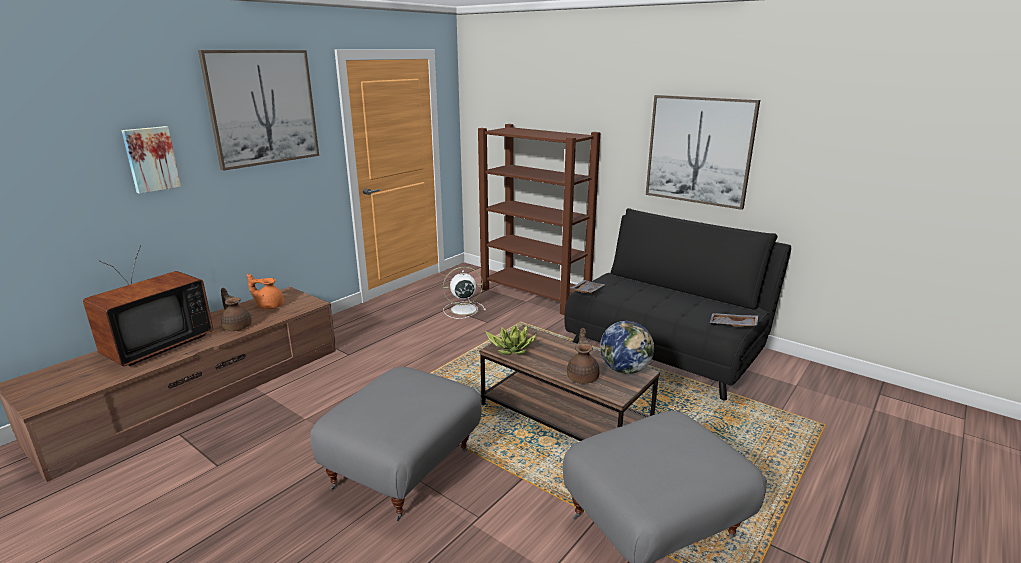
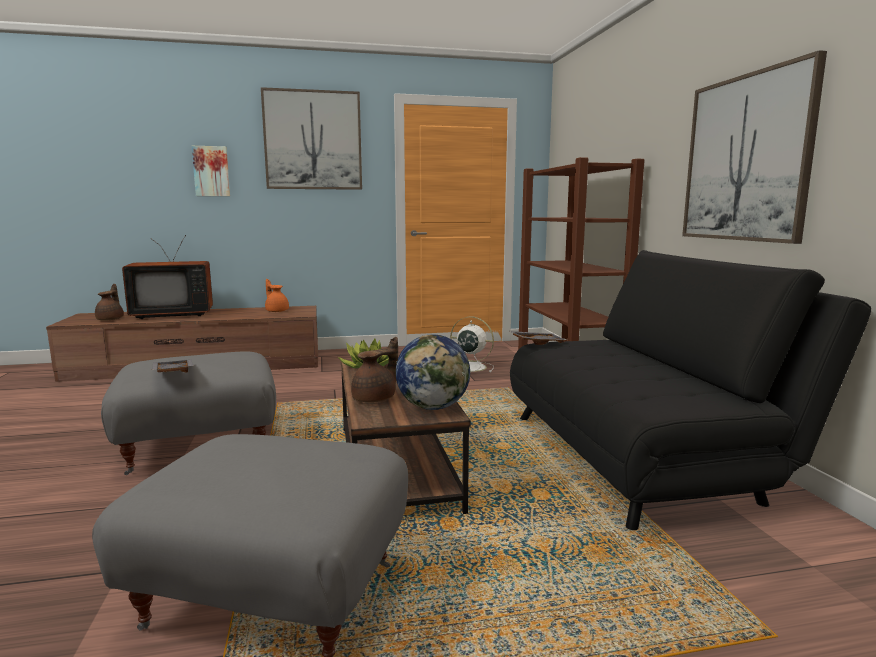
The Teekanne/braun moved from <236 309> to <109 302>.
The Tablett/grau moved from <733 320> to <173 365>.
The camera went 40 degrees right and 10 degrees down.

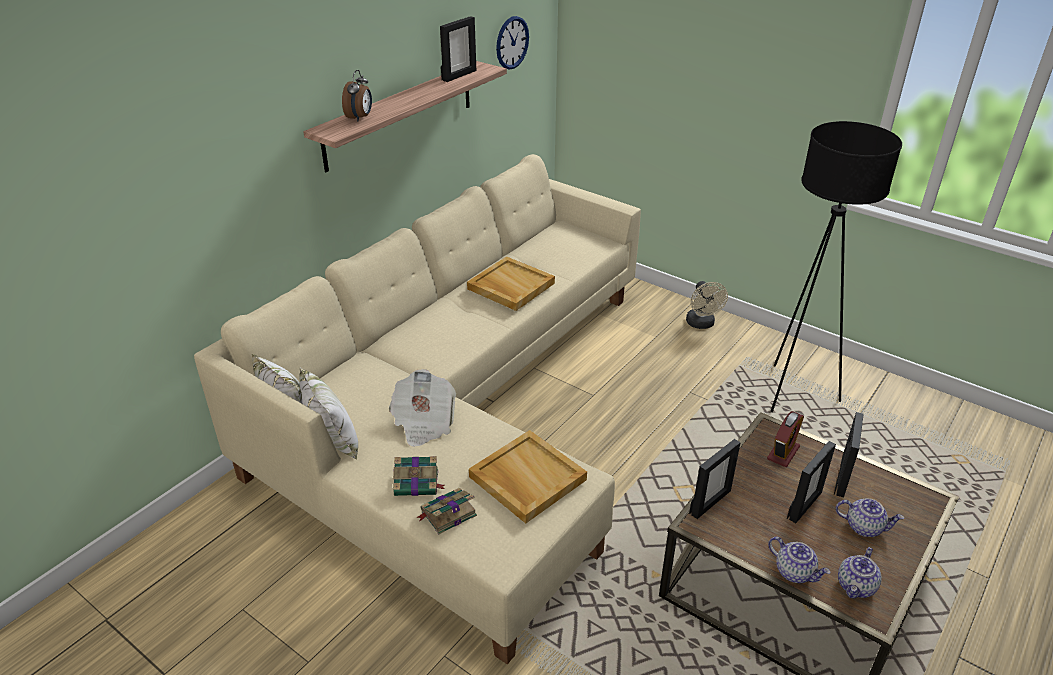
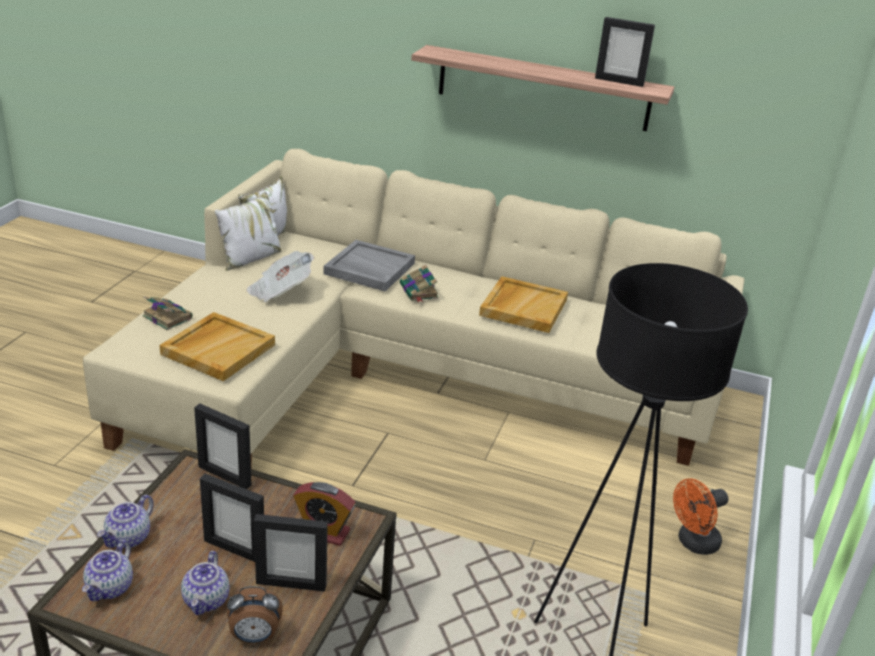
The Wecker moved from <357 96> to <255 614>.
The Buch moved from <419 476> to <419 283>.
The Wanduhr at <512 43> disappeared.
The Ventilator/beige at <707 305> became the Ventilator/orange at <701 516>.
The Teekanne at <860 572> turned 90 degrees counterclockwise.
The Tablett/grau at <369 265> appeared.
The camera went 70 degrees right and 5 degrees down.

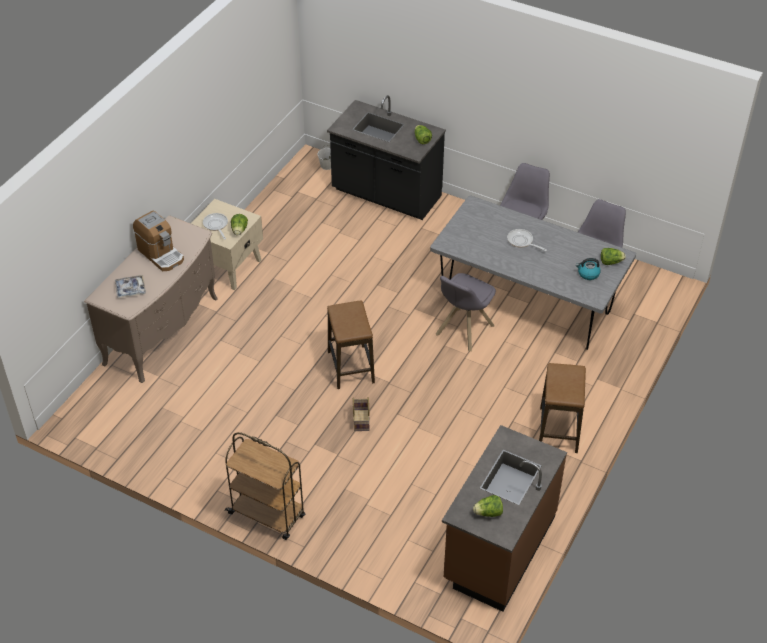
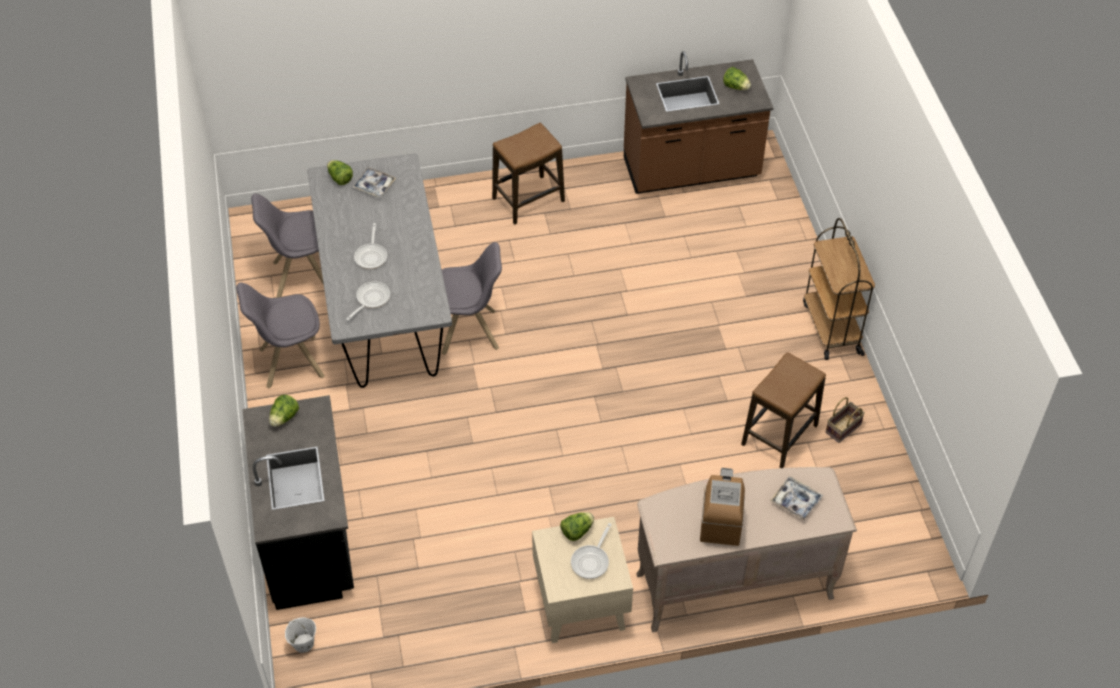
The Hocker moved from <351 344> to <783 410>.
The Korb moved from <361 414> to <845 420>.
The Wasserkessel at <588 269> was replaced by the Tablett at <374 182>.
The Pfanne at <368 301> appeared.
The camera went 130 degrees left and 5 degrees up.

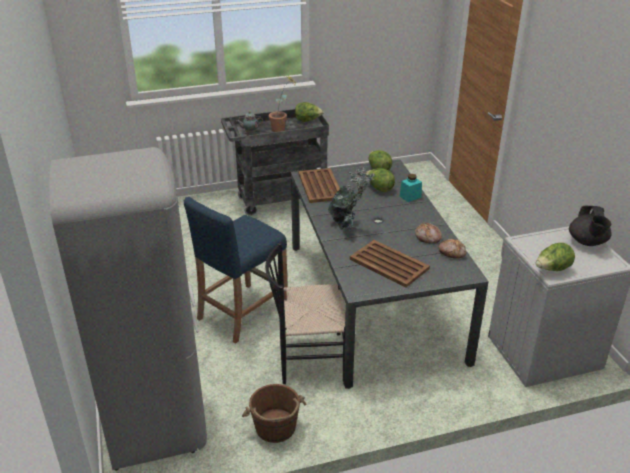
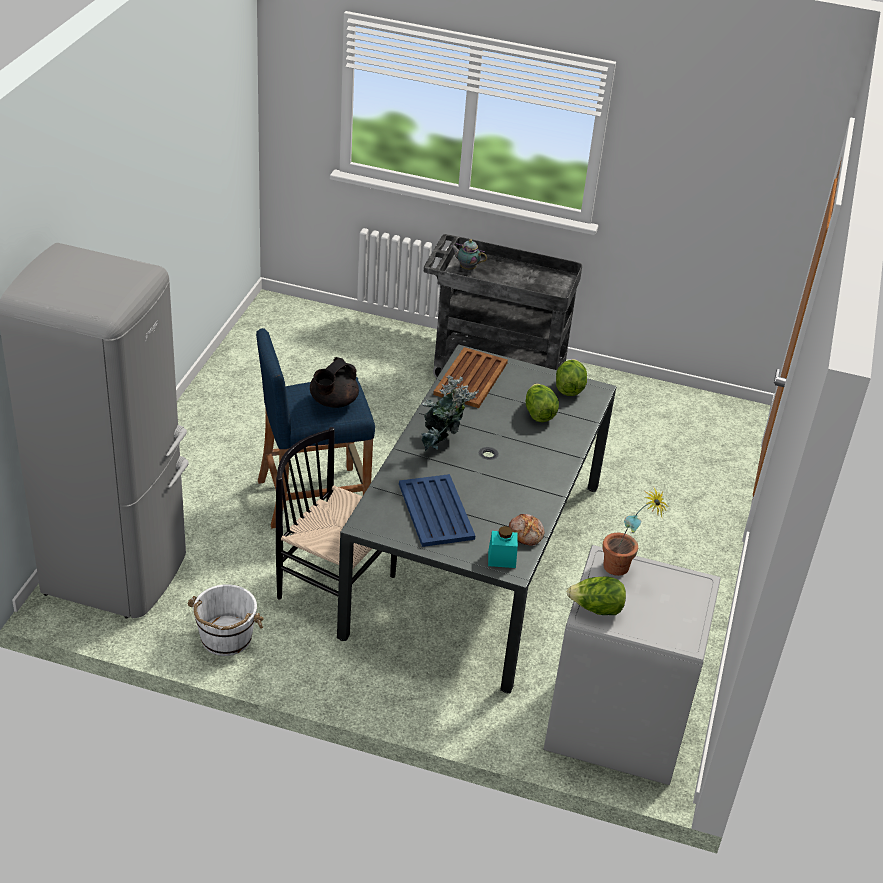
The Eimer/braun at <274 413> became the Eimer/weiß at <226 620>.
The Topfpflanze moved from <282 104> to <635 532>.
The Salatkopf at <309 112> disappeared.
The Tablett/braun at <390 263> became the Tablett/blau at <437 510>.
The Vorratsglas/türkis moved from <411 188> to <503 547>.
The Brot at <428 233> disappeared.
The Teekanne/schwarz moved from <590 226> to <334 382>.
The camera went 30 degrees right and 5 degrees up.

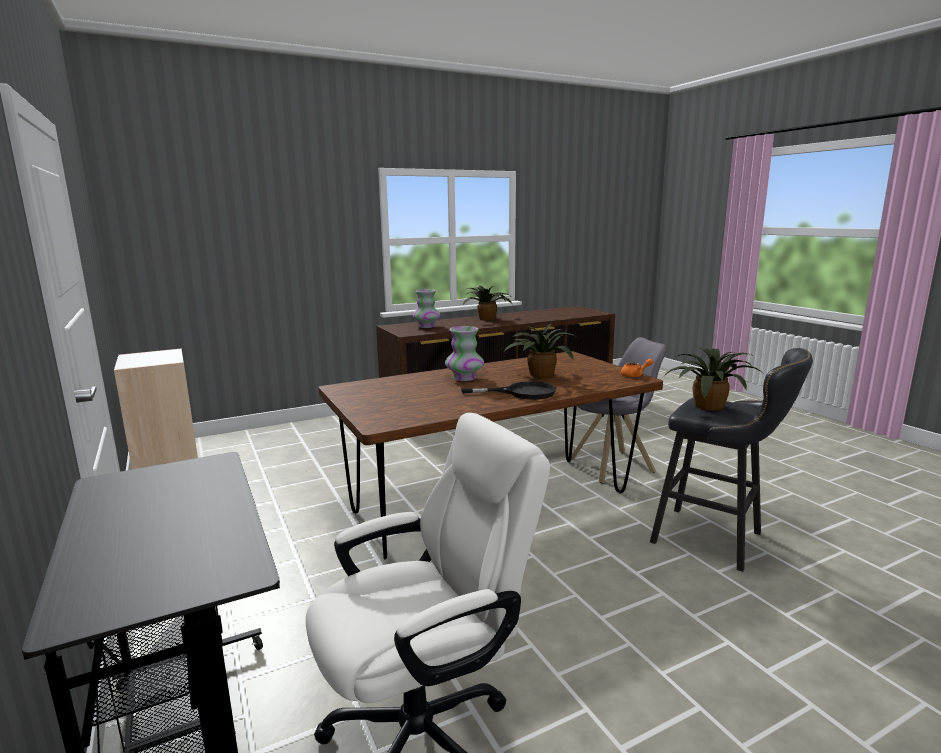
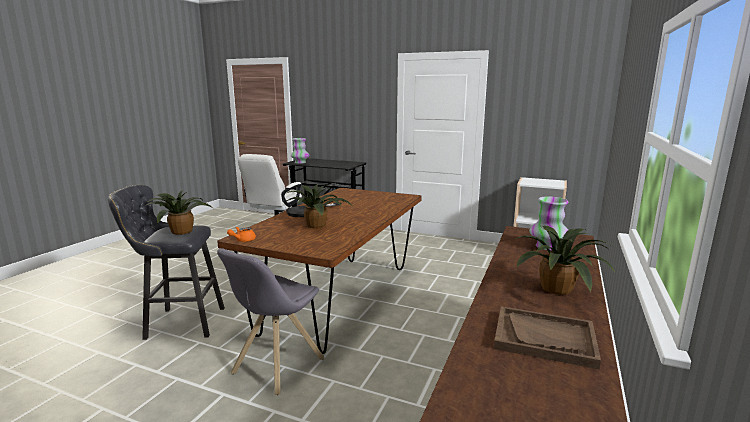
The Vase moved from <464 353> to <300 151>.
The Tablett/braun at <547 337> appeared.
The camera went 140 degrees right and 0 degrees up.

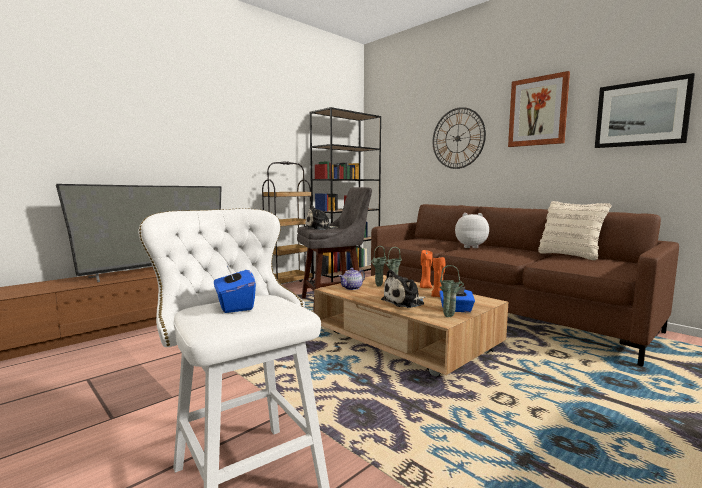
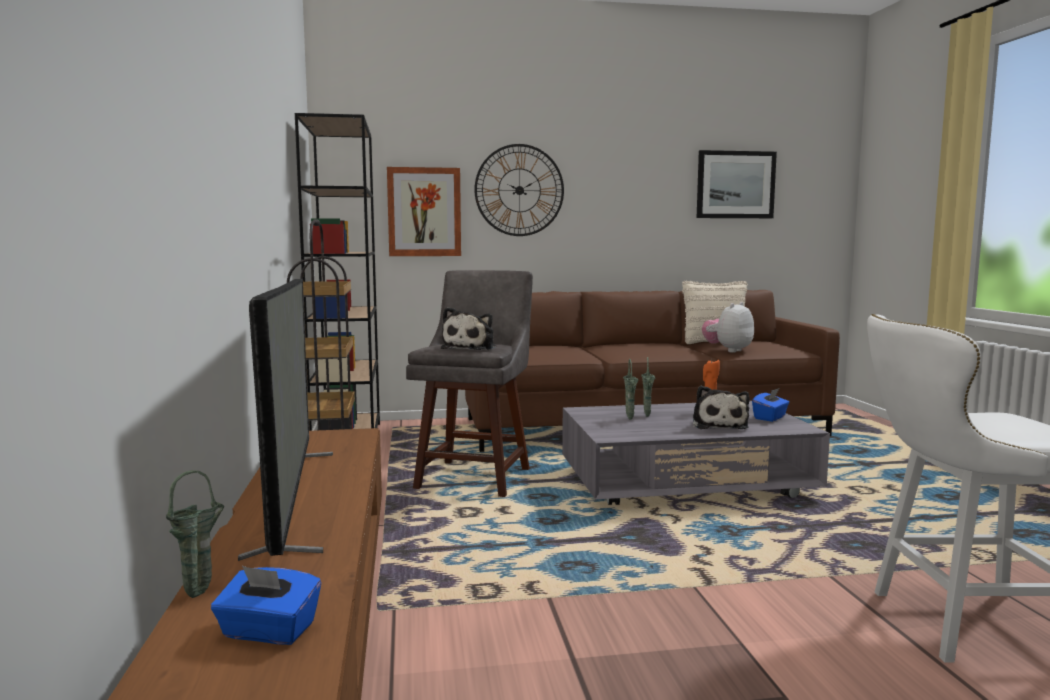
The Taschentuchbox/blau moved from <235 288> to <266 605>.
The Couchtisch/braun at <411 326> became the Couchtisch/grau at <696 453>.
The Teekanne at <352 279> disappeared.
The Kerze/orange at <426 269> disappeared.
The Vase/grün moved from <452 291> to <195 534>.
The Plüschtier moved from <472 230> to <728 327>.
The Bild moved from <539 109> to <424 211>.
The camera went 55 degrees left and 0 degrees up.

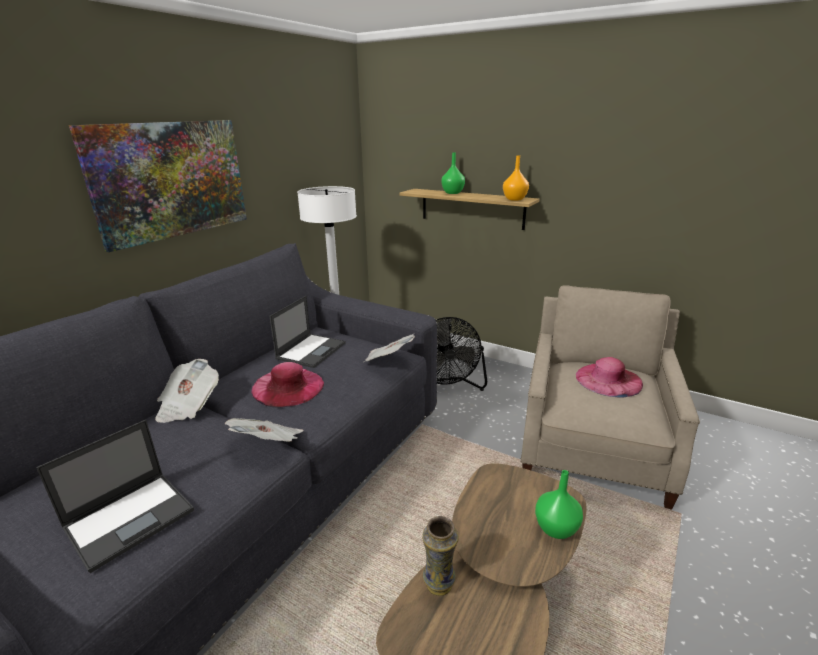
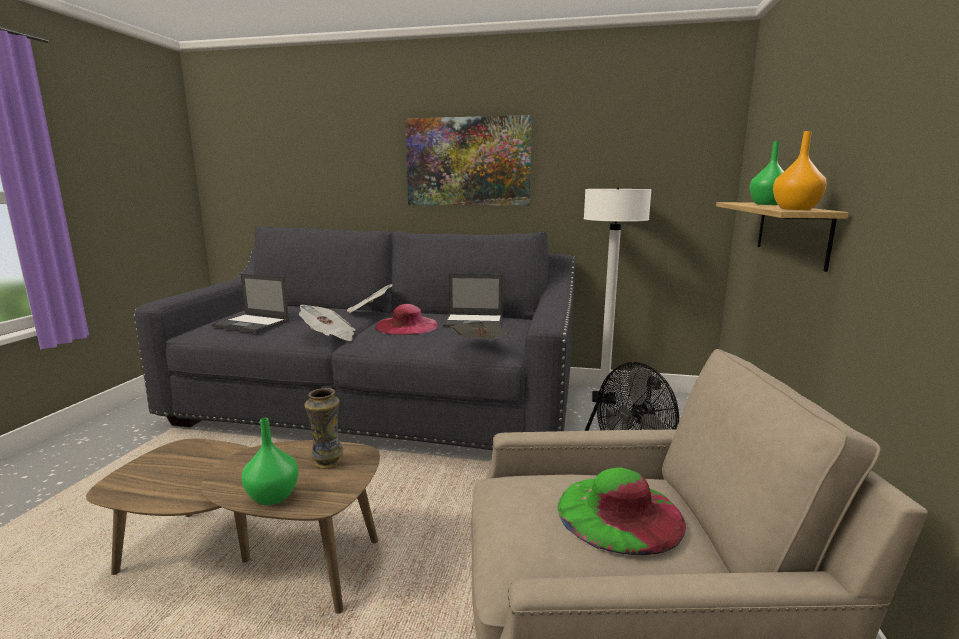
The Vase moved from <440 556> to <323 428>.
The Hut/rosa at <609 377> became the Hut/grün at <622 511>.
The camera went 70 degrees right and 10 degrees down.

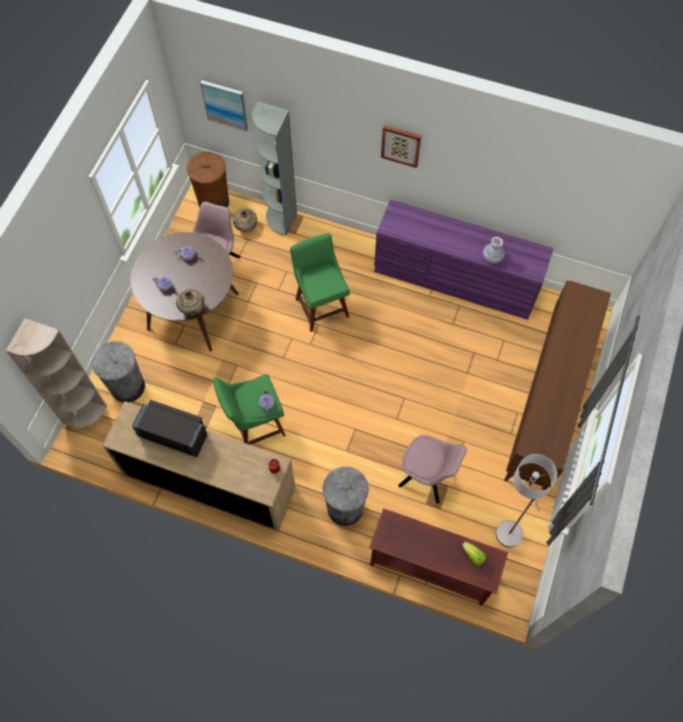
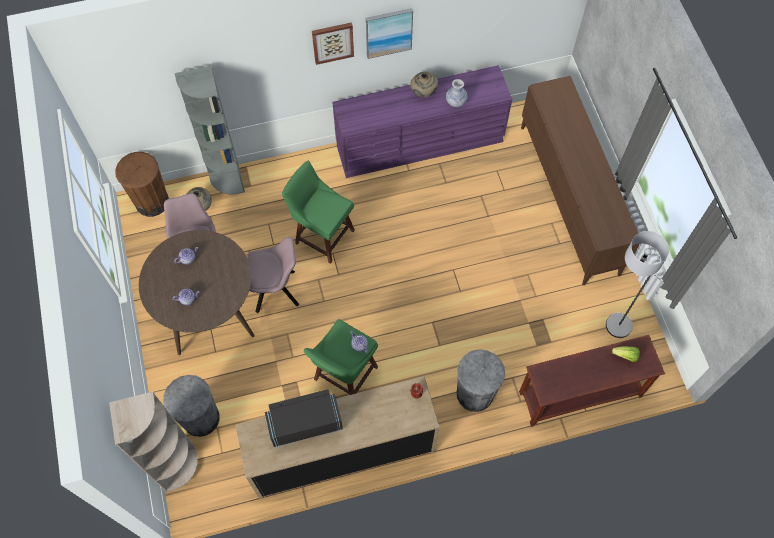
The Vase/beige moved from <190 302> to <424 84>.
The Bild moved from <224 105> to <389 33>.
The Stuhl/rosa moved from <432 469> to <272 275>.
The camera went 35 degrees left and 0 degrees up.

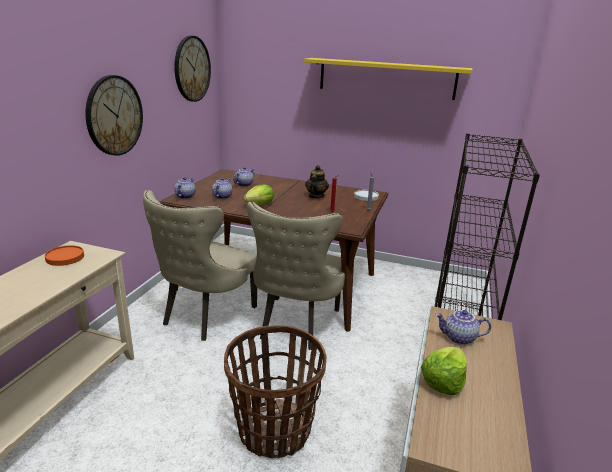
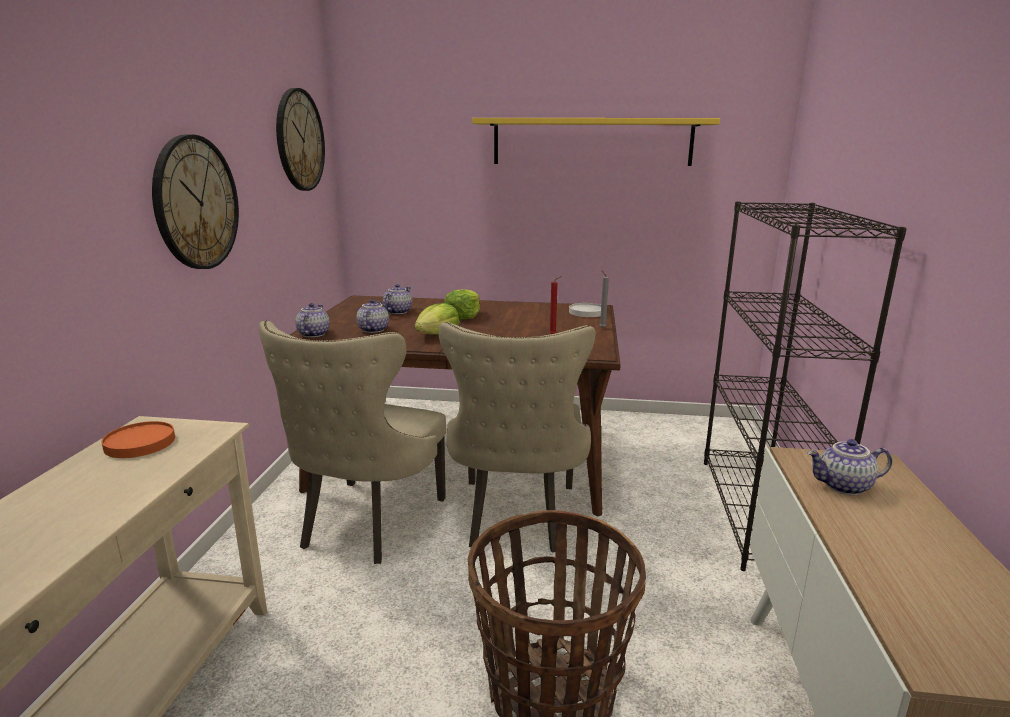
The Teekanne at <317 181> disappeared.
The Salatkopf moved from <444 371> to <462 304>.
The camera went 10 degrees left and 5 degrees down.

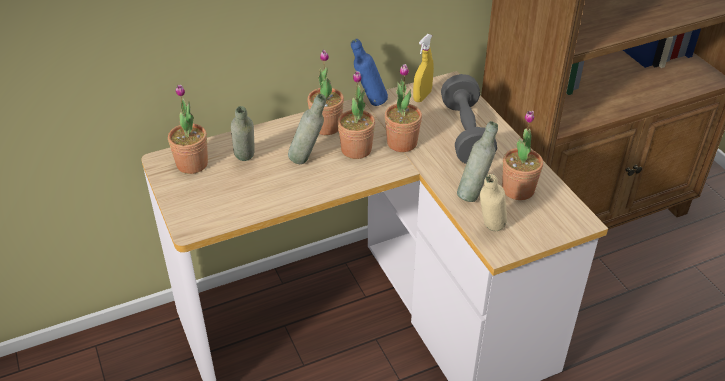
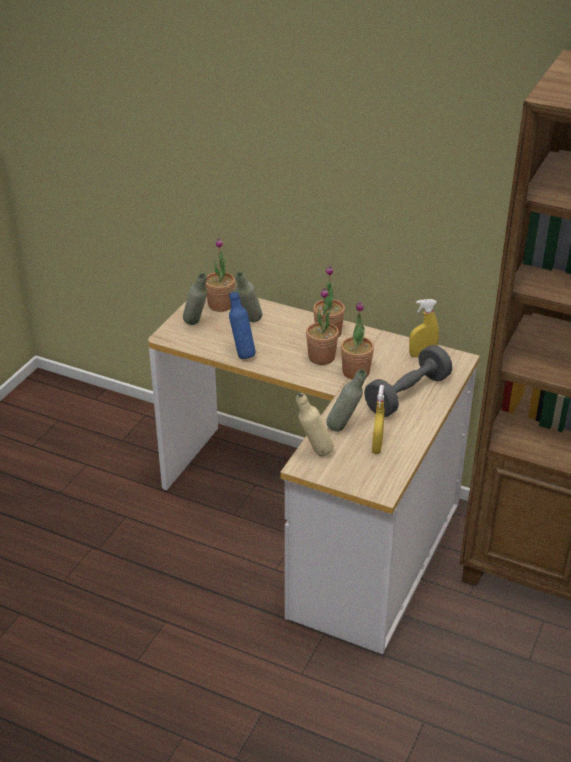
The Flasche/grau moved from <307 129> to <195 299>.
The Flasche/blau moved from <369 72> to <242 325>.
The Topfpflanze at <522 155> was replaced by the Sprühflasche/gelb at <378 419>.
The camera went 50 degrees right and 5 degrees down.

